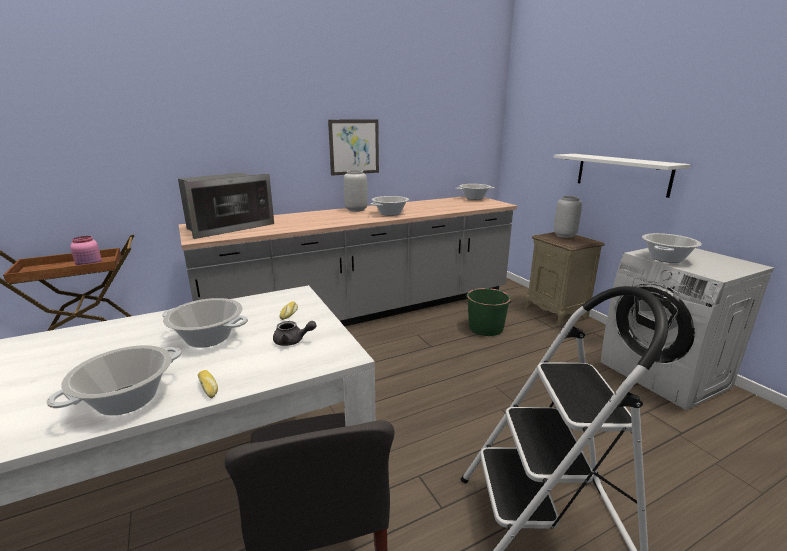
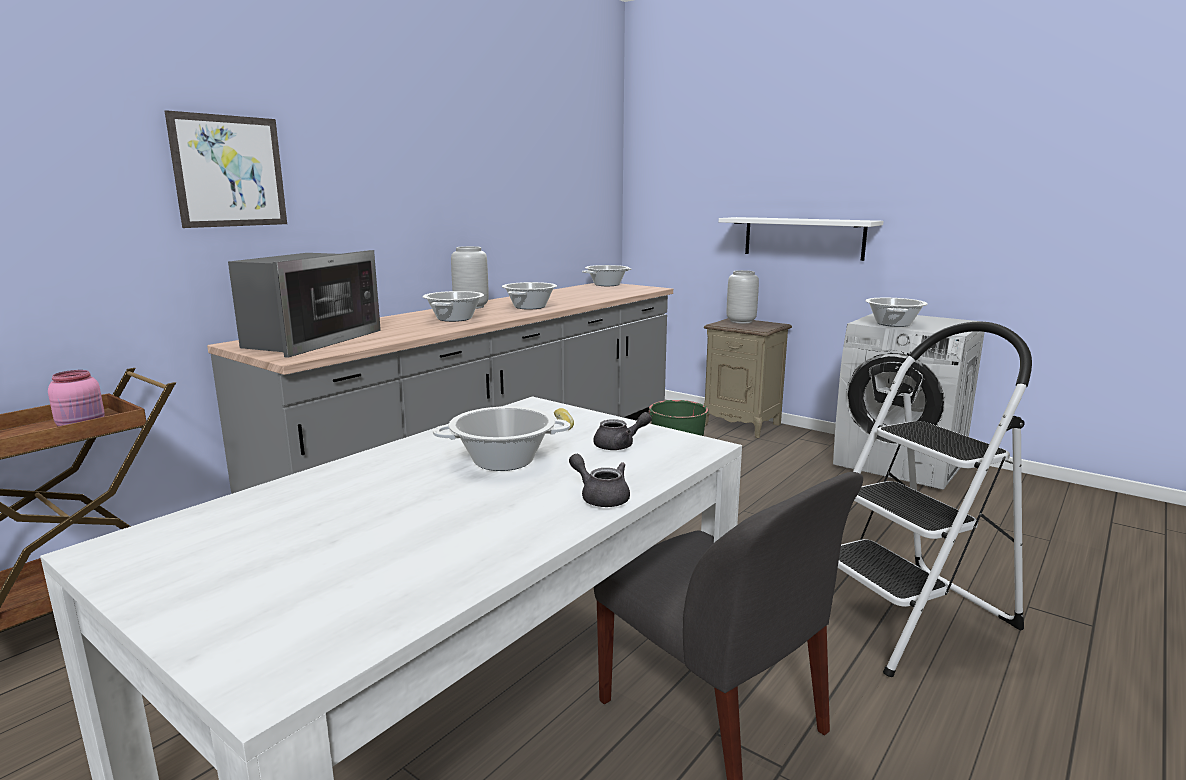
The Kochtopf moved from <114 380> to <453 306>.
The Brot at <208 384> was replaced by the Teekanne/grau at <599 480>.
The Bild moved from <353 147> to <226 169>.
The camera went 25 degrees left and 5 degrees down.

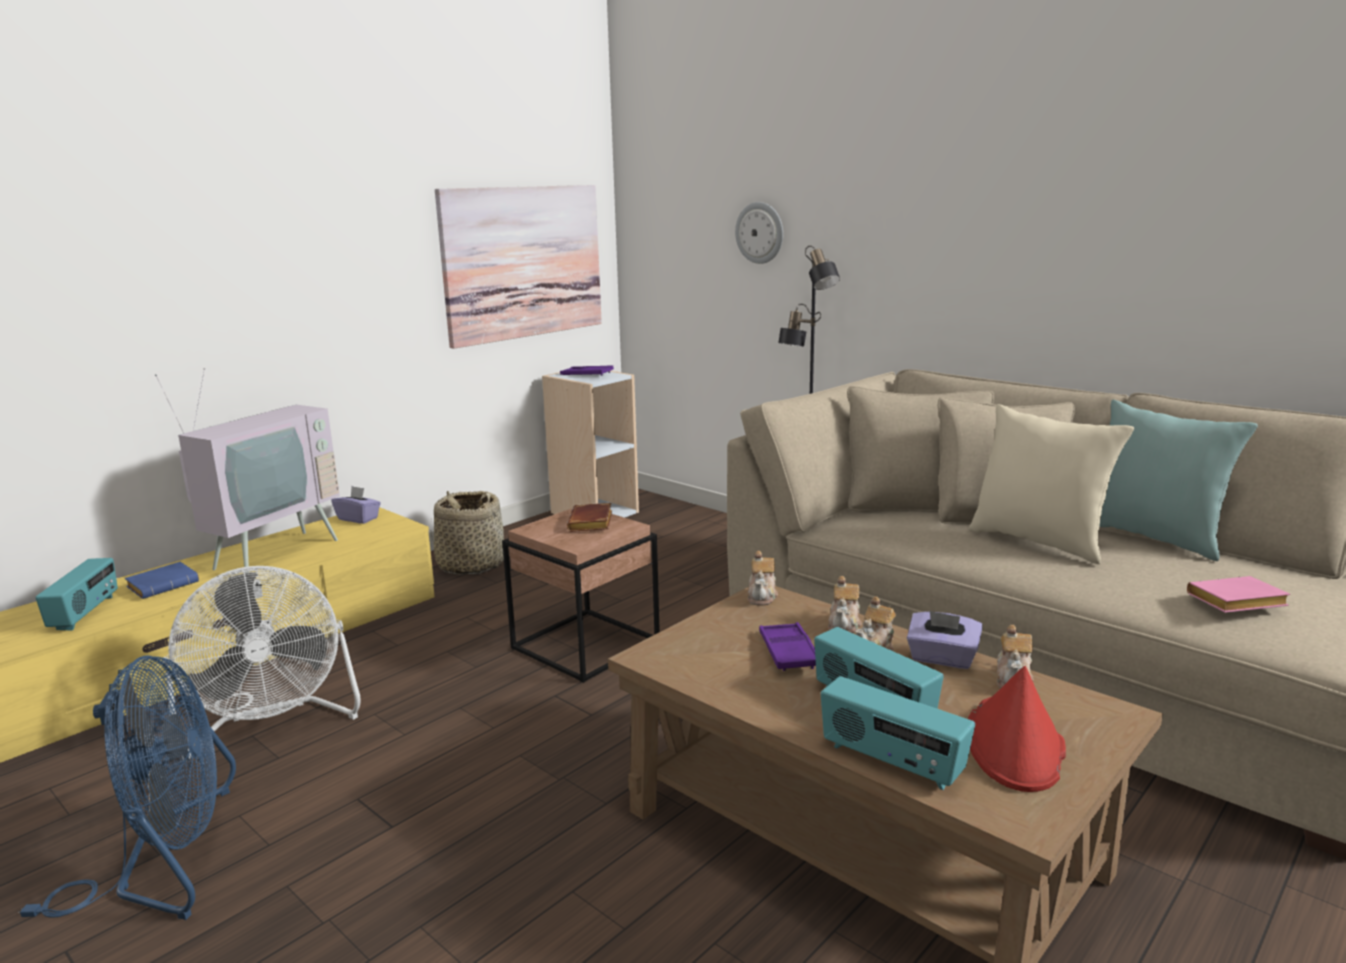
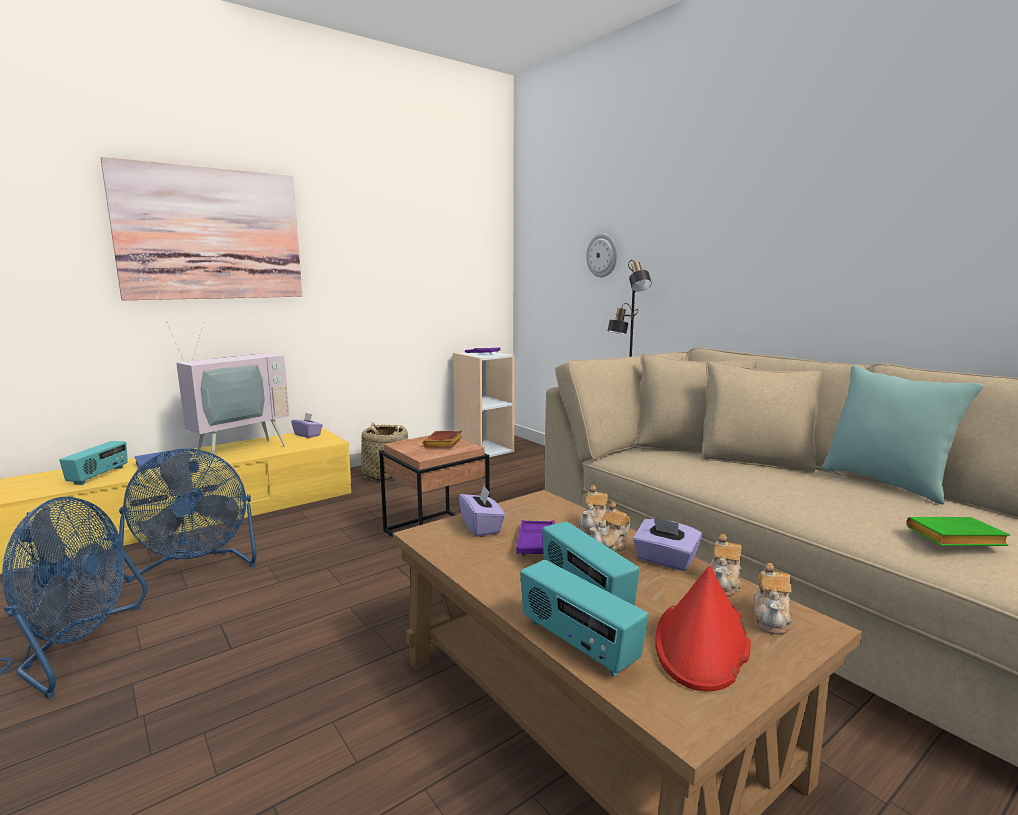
The Ventilator/weiß at <262 663> became the Ventilator/blau at <186 516>.
The Bild moved from <518 267> to <201 228>.
The Teekanne moved from <763 578> to <773 599>.
The Kissen/beige at <1051 484> disappeared.
The Buch/rosa at <1238 594> became the Buch/grün at <958 531>.
The Taschentuchbox/lila at <482 511> appeared.
The camera went 10 degrees right and 5 degrees down.

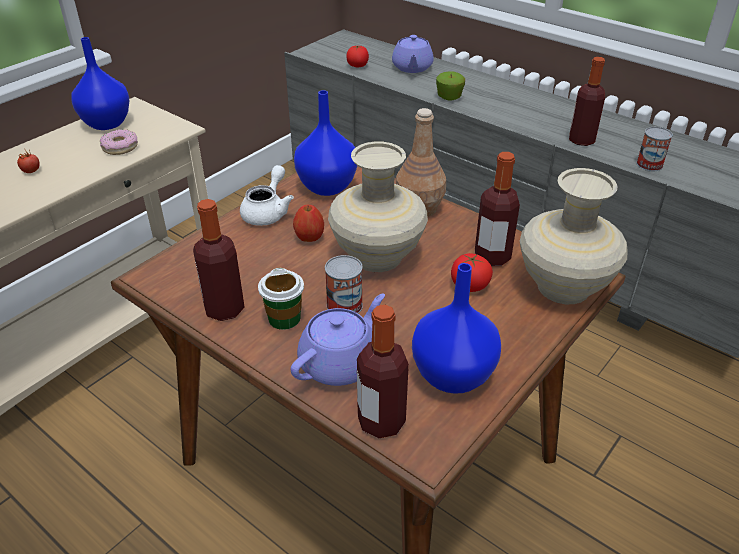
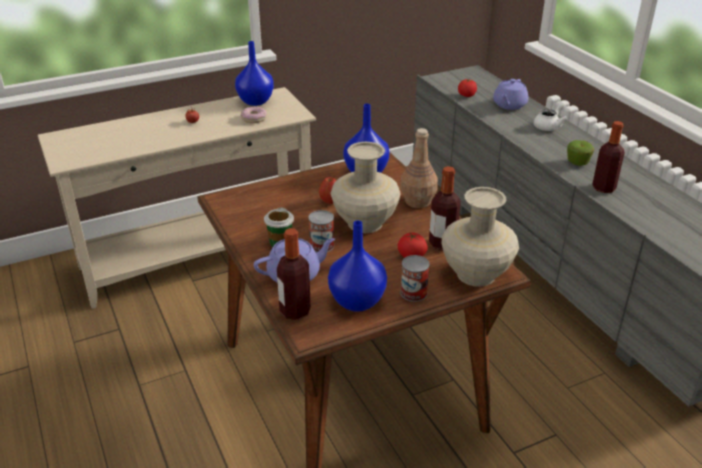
The Flasche at <219 260> disappeared.
The Teekanne/weiß moved from <267 195> to <550 116>.
The Apfel moved from <450 86> to <580 153>.
The Dose moved from <654 149> to <415 278>.
The camera went 25 degrees right and 5 degrees down.

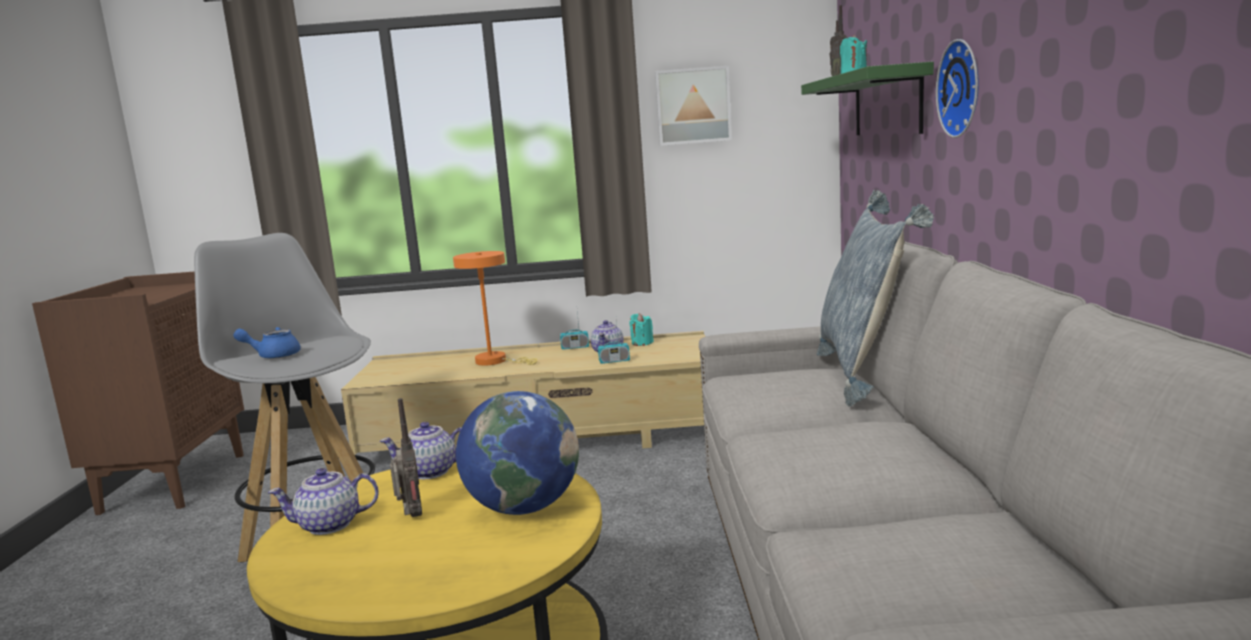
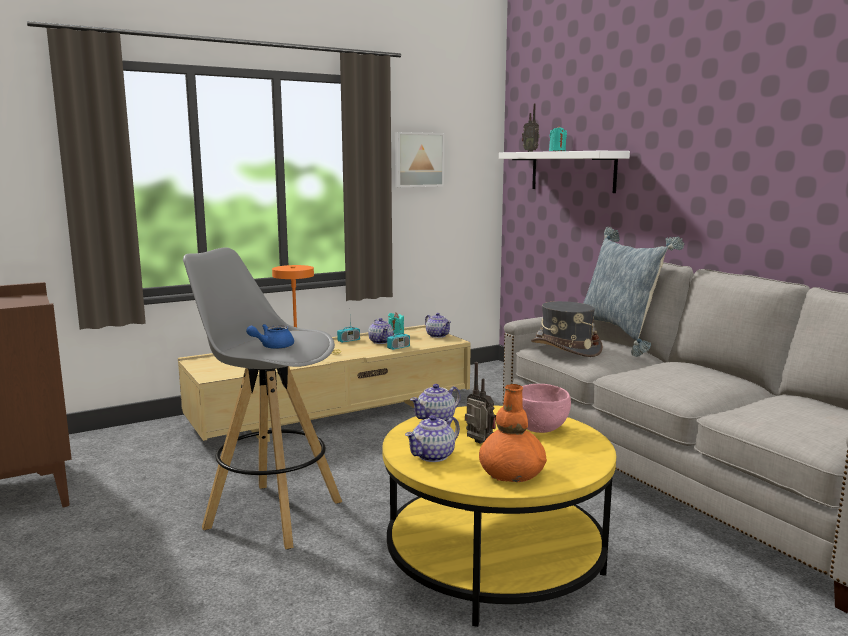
The Globus at <517 453> was replaced by the Schüssel/rosa at <546 408>.
The Wandregal/grün at <867 98> became the Wandregal/weiß at <564 172>.
The Wanduhr at <957 88> disappeared.
The Teekanne at <438 325> appeared.
The Vase/orange at <513 433> appeared.
The Hut/grau at <567 329> appeared.
The camera went 30 degrees left and 0 degrees up.

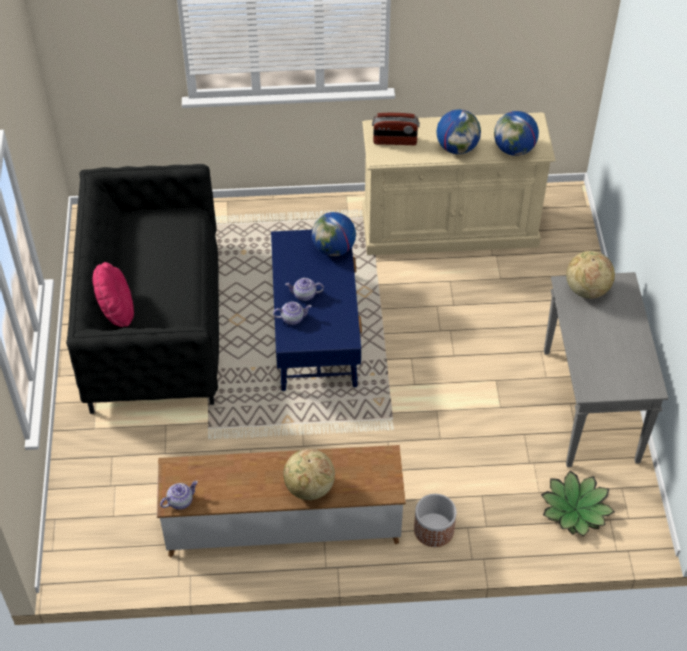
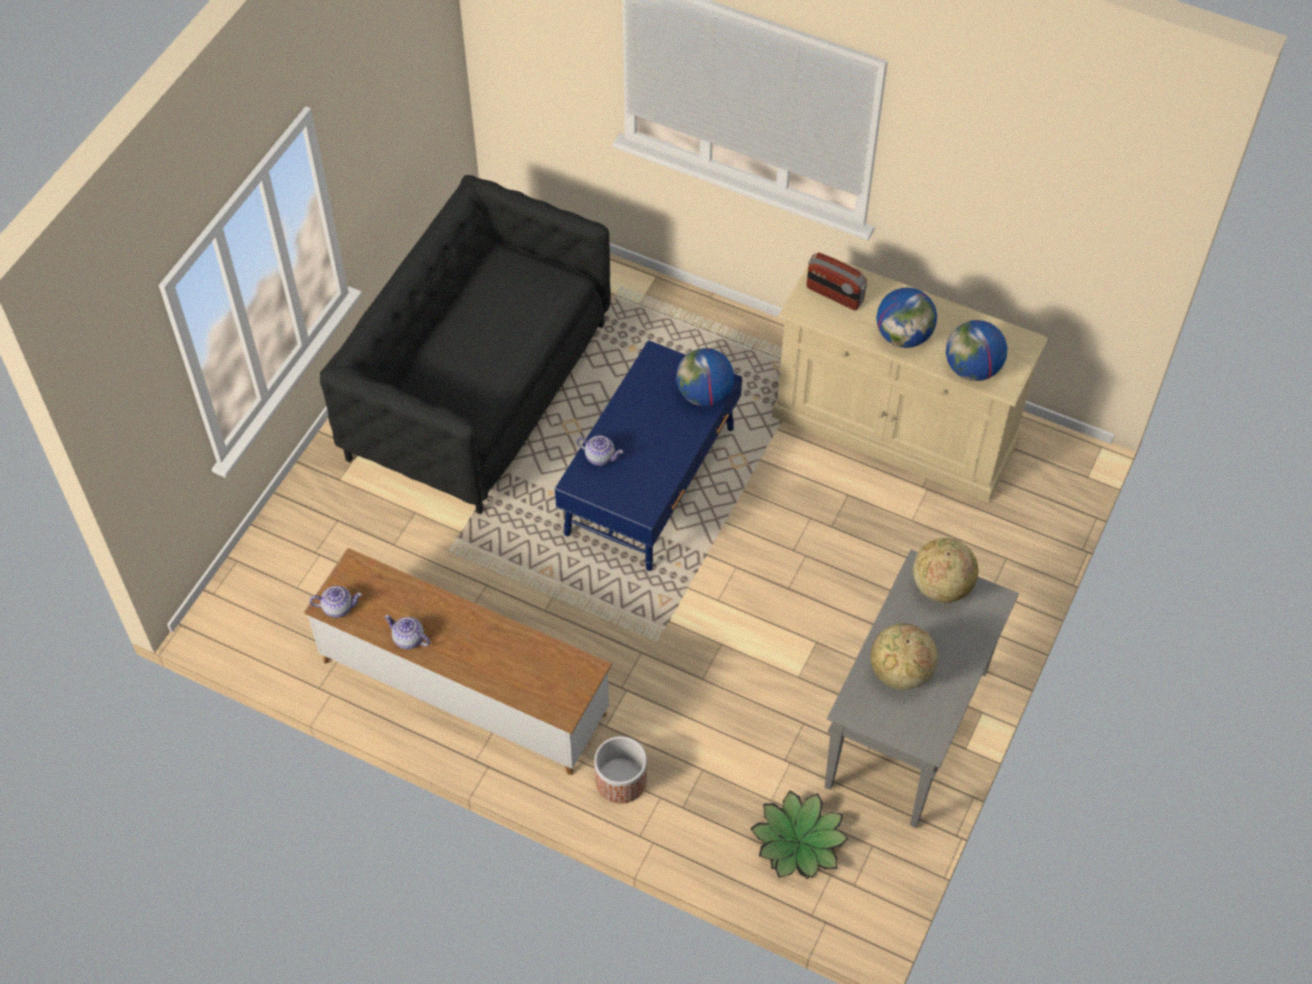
The Kissen/rosa at <113 294> disappeared.
The Globus moved from <309 474> to <904 656>.
The Teekanne moved from <304 289> to <407 632>.
The camera went 30 degrees right and 5 degrees up.

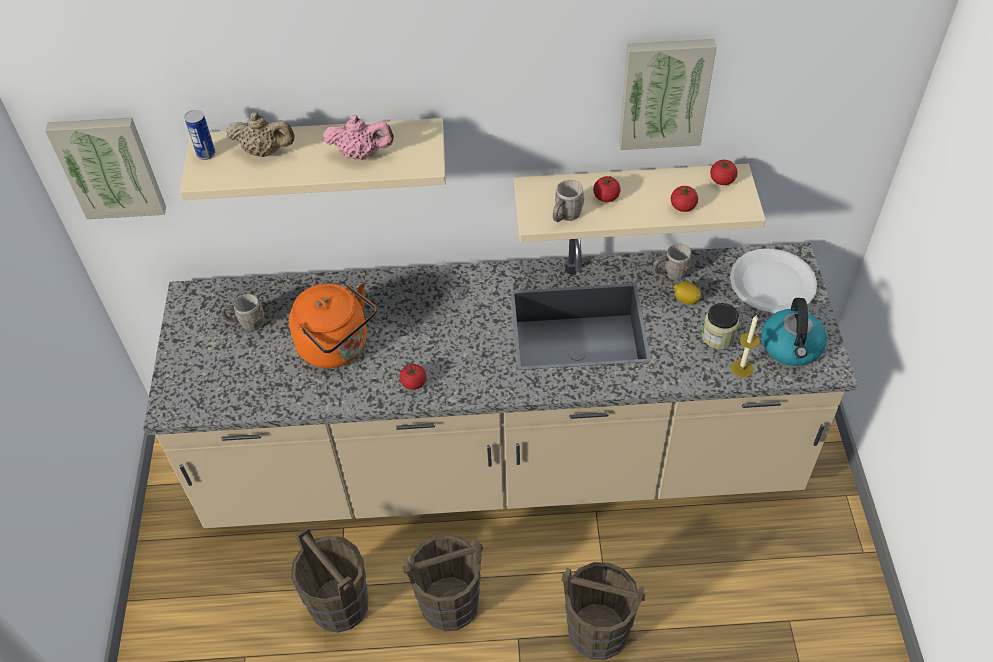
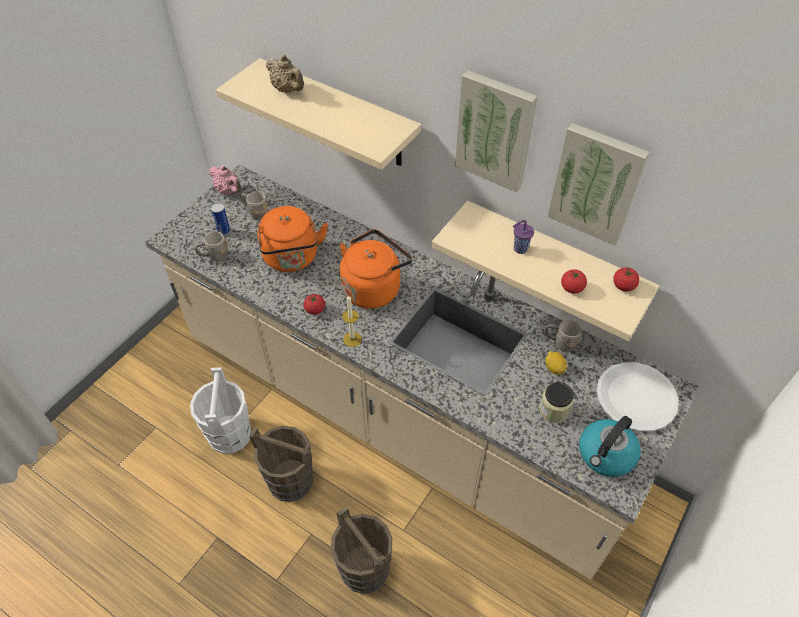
The Bild moved from <105 168> to <496 131>.
The Dose moved from <200 135> to <220 219>.
The Eimer/braun at <329 579> became the Eimer/weiß at <220 410>.
The Teekanne/rosa moved from <358 137> to <225 179>.
The Henkelbecher/grau moved from <568 201> to <211 246>.
The Tomate at <607 189> was replaced by the Tasse/lila at <523 237>.
The Kerze moved from <745 346> to <352 321>.
The Wasserkessel/orange at <376 269> appeared.
The camera went 35 degrees right and 0 degrees up.

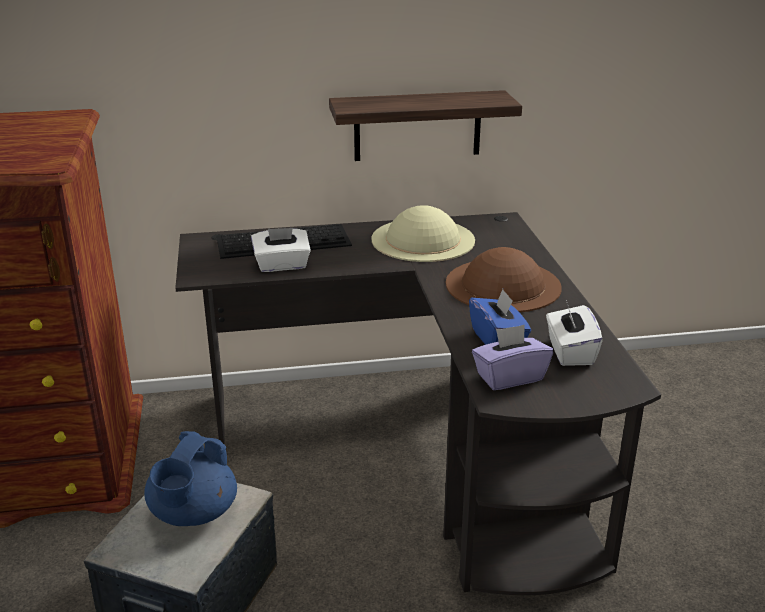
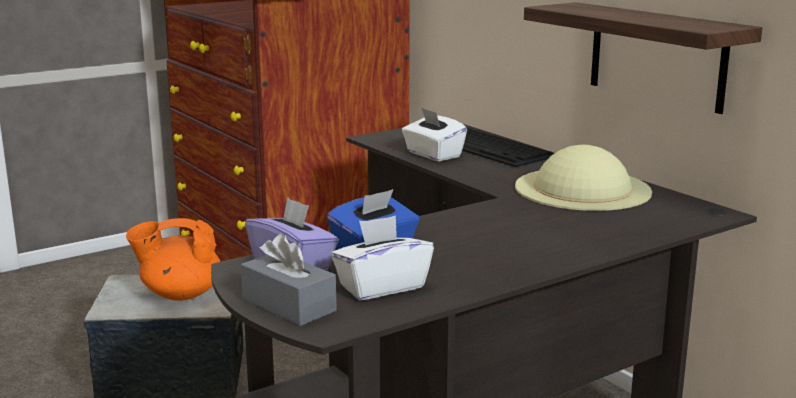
The Teekanne/blau at <190 478> became the Teekanne/orange at <173 259>.
The Hut/braun at <504 279> disappeared.
The Taschentuchbox/grau at <289 279> appeared.
The camera went 65 degrees right and 10 degrees down.

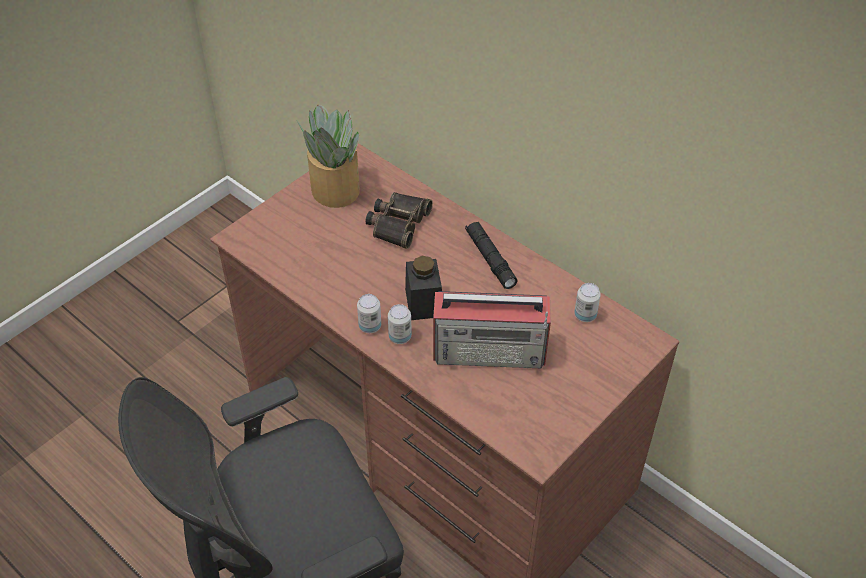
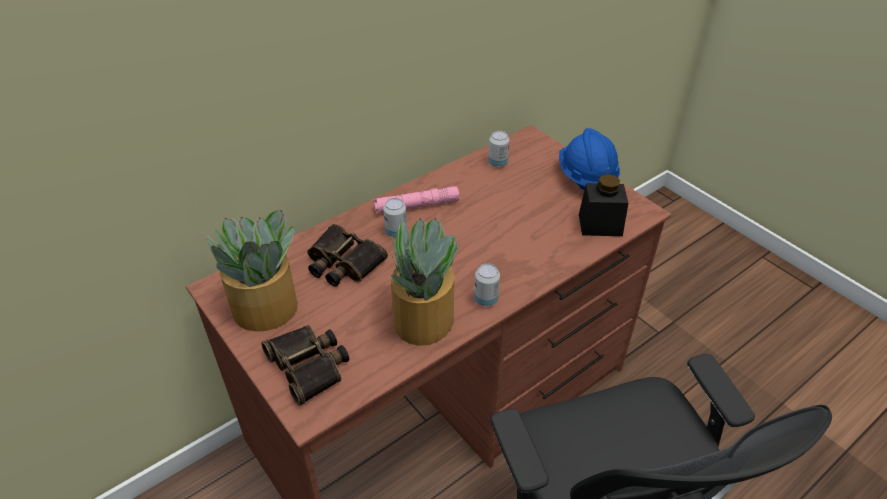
The Dose moved from <400 324> to <395 218>.
The Vorratsglas/schwarz moved from <423 288> to <603 205>.
The Radio at <492 330> disappeared.
The Taschenlampe/schwarz at <491 255> became the Taschenlampe/rosa at <416 199>.
The Fernglas at <305 365> appeared.
The Topfpflanze at <425 282> appeared.
The Schutzhelm/blau at <589 159> appeared.
The camera went 80 degrees left and 5 degrees down.

